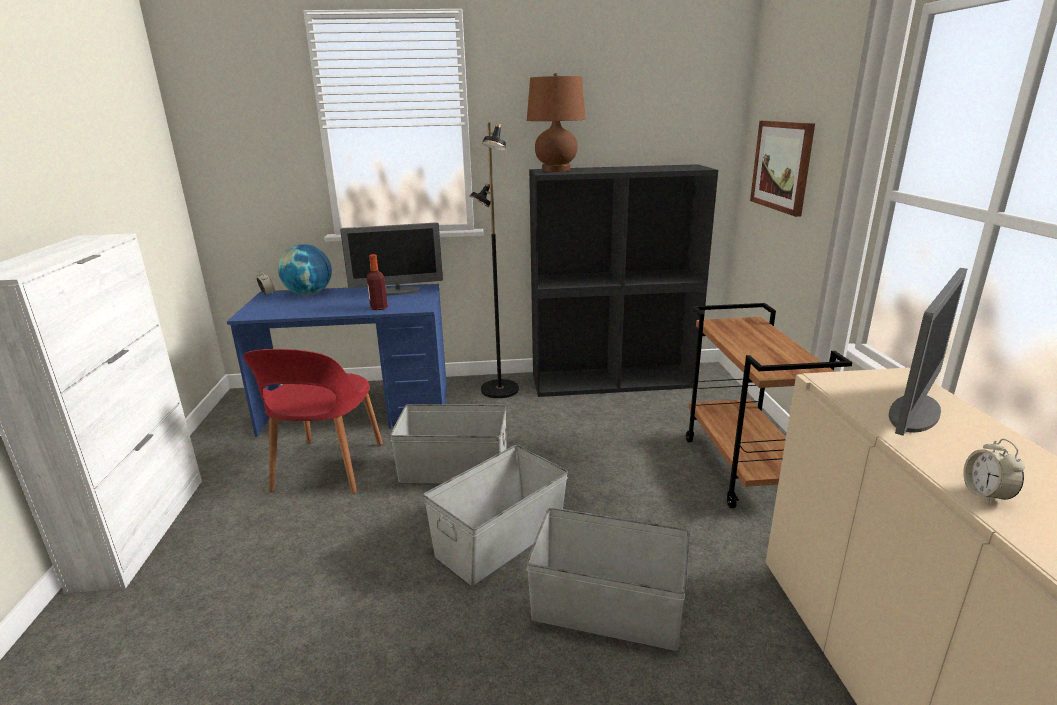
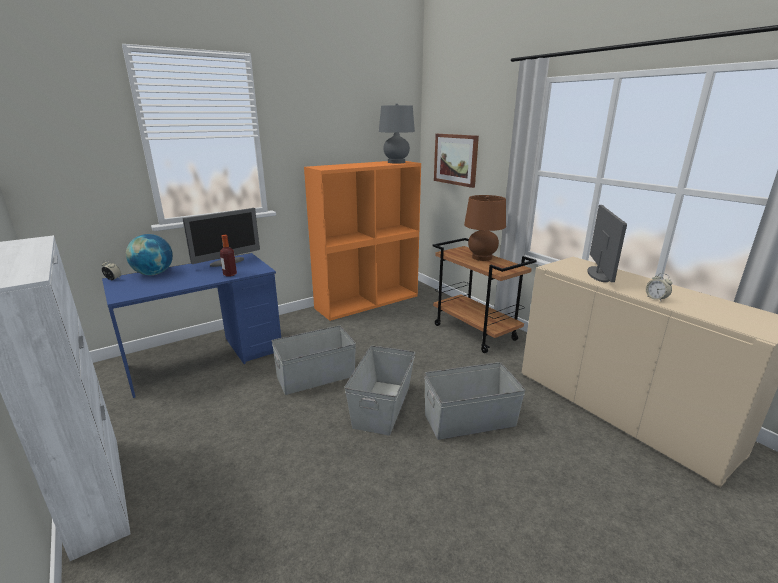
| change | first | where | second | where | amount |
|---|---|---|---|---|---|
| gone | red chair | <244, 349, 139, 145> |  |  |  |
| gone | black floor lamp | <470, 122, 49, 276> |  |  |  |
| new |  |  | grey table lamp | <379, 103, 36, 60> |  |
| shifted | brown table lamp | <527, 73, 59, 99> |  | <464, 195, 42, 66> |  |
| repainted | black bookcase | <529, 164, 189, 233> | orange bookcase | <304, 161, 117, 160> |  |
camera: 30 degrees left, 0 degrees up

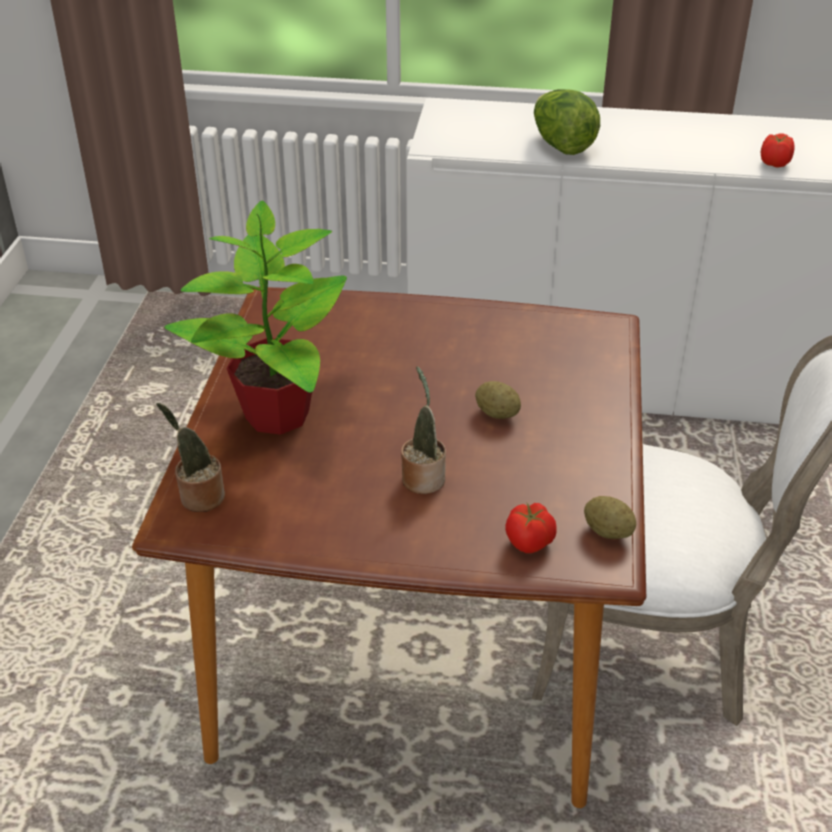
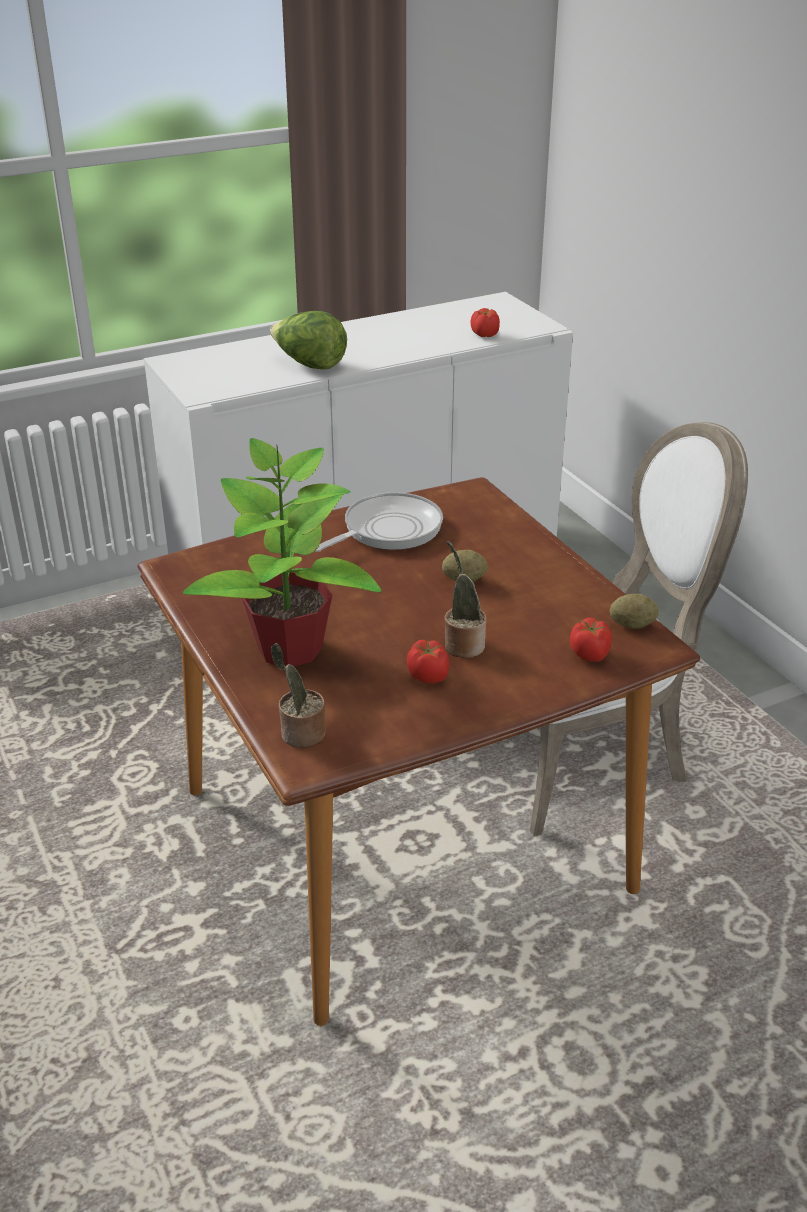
| change | first | where | second | where | amount |
|---|---|---|---|---|---|
| new |  |  | frying pan | <315, 492, 128, 60> |  |
| new |  |  | tomato | <407, 640, 42, 44> |  |
camera: 35 degrees left, 5 degrees down

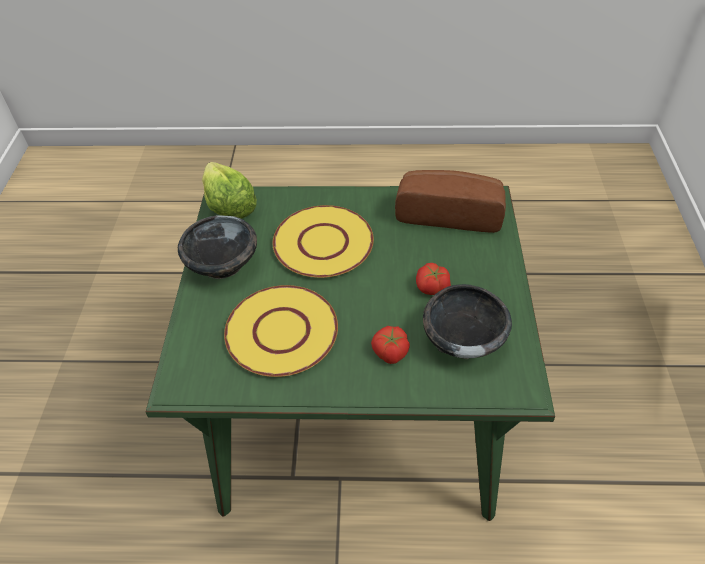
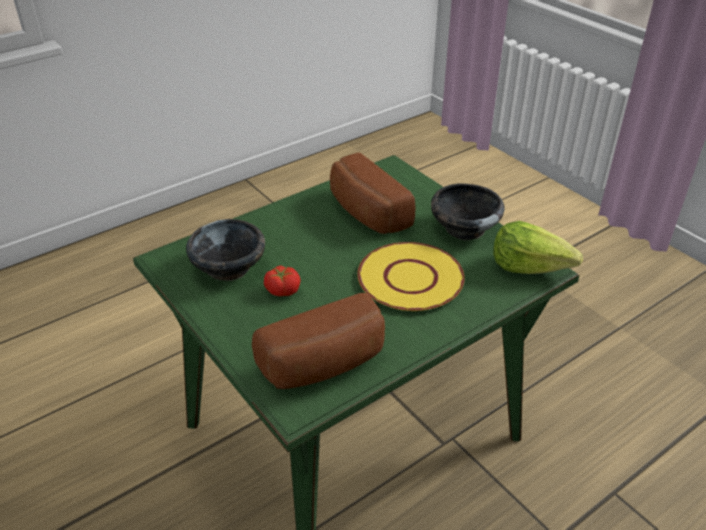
| change | first | where | second | where | amount |
|---|---|---|---|---|---|
| gone | tomato | <371, 326, 39, 38> |  |  |  |
| swapped | yellow plate | <224, 285, 114, 92> | bread | <330, 152, 86, 82> |  |
camera: 140 degrees right, 10 degrees down

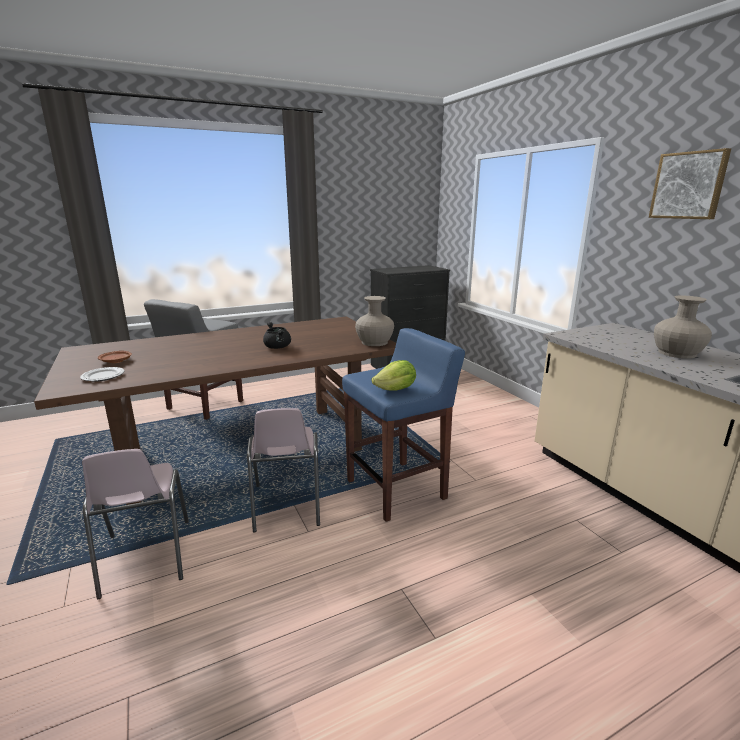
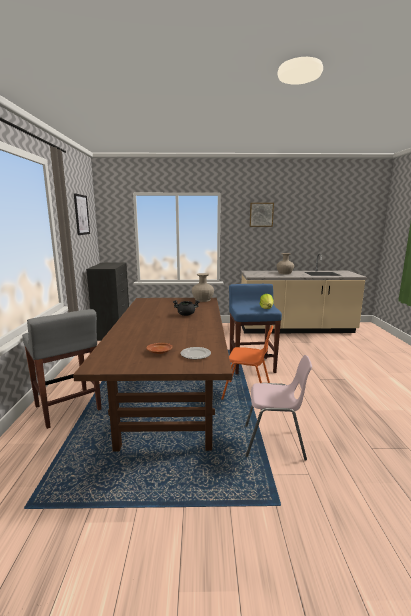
| change | first | where | second | where | amount |
|---|---|---|---|---|---|
| new |  |  | picture | <74, 193, 16, 42> |  |
| repainted | pink chair | <247, 408, 73, 124> | orange chair | <221, 325, 52, 75> |  |
camera: 65 degrees left, 5 degrees down

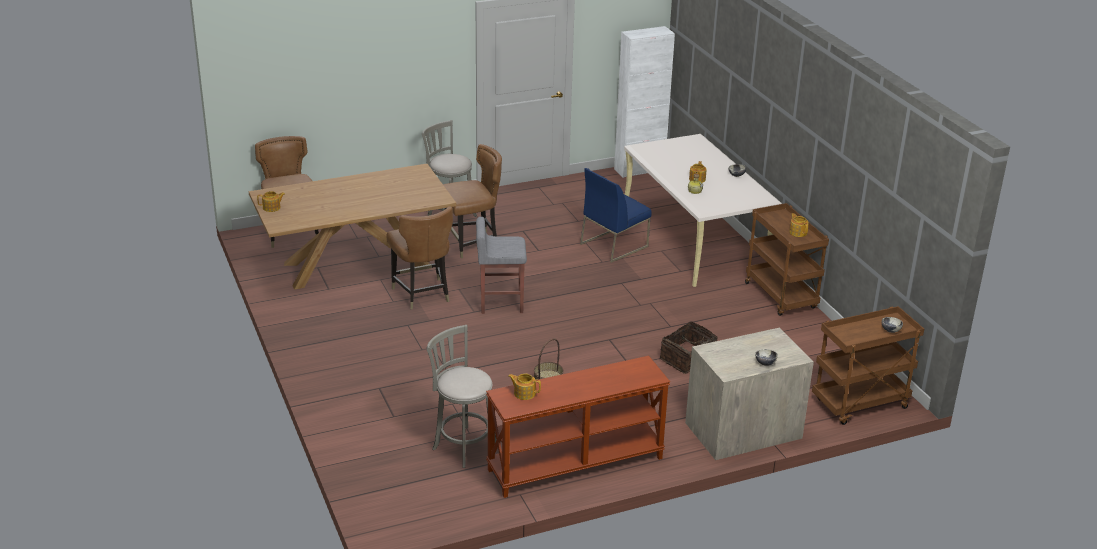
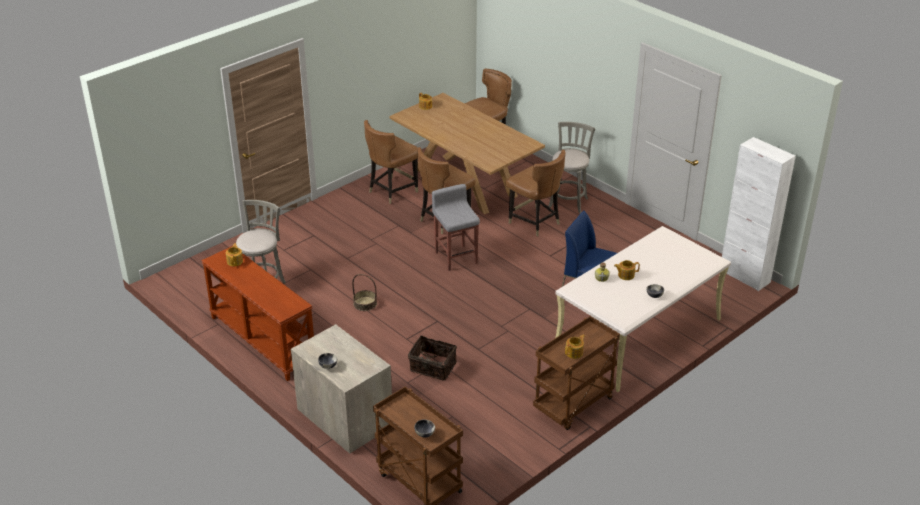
| change | first | where | second | where | amount |
|---|---|---|---|---|---|
| new |  |  | brown chair | <364, 120, 54, 84> |  |
camera: 70 degrees right, 5 degrees up

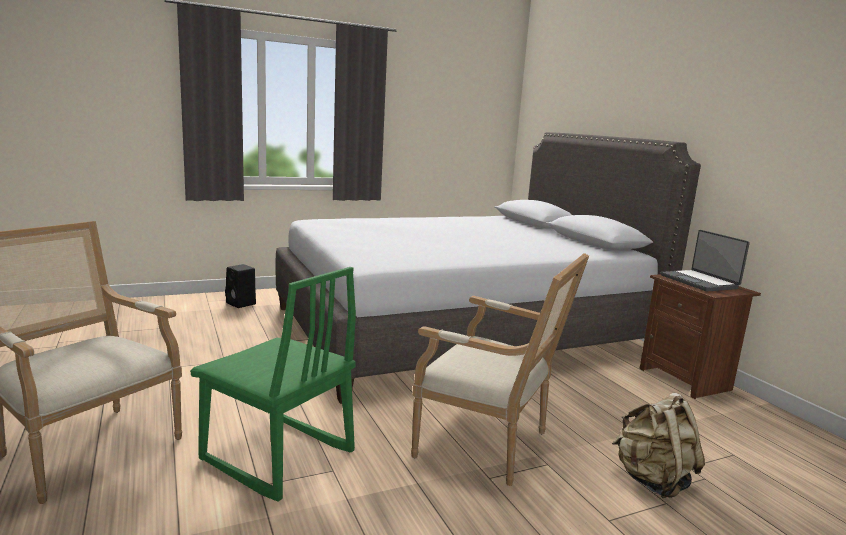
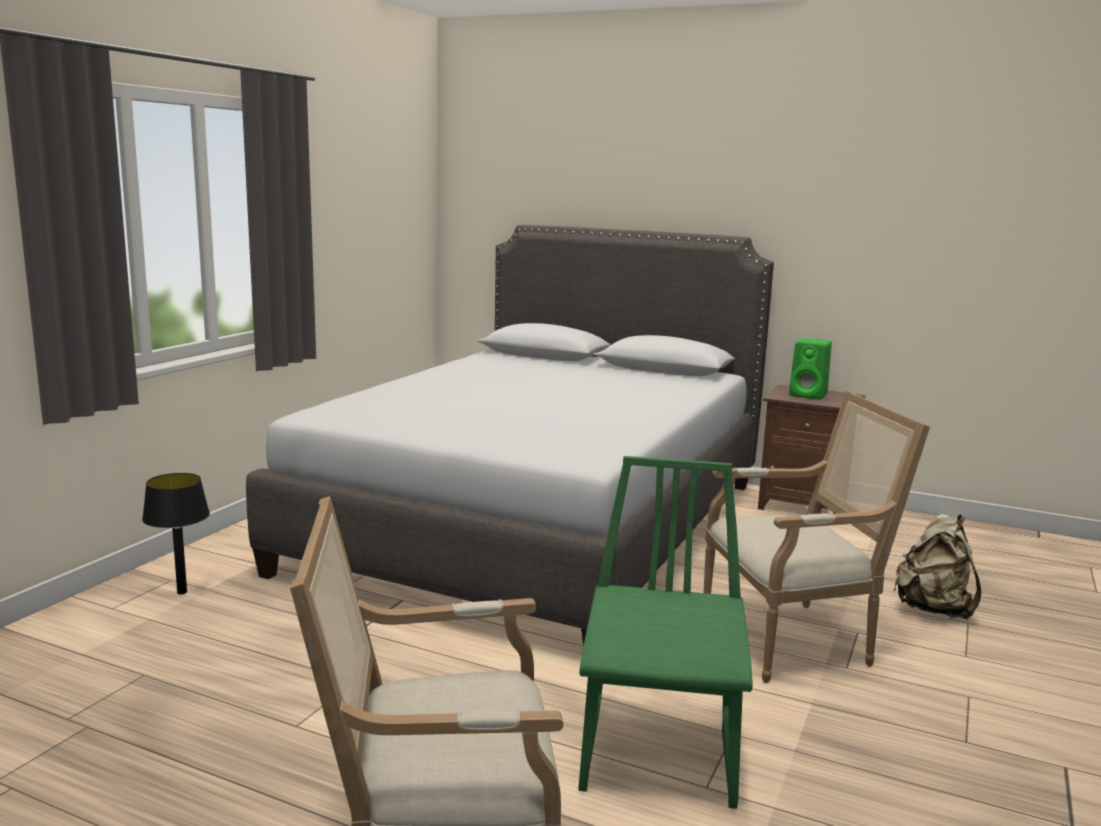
| change | first | where | second | where | amount |
|---|---|---|---|---|---|
| swapped | black speaker | <225, 264, 31, 44> | black table lamp | <142, 473, 68, 121> |  |
| swapped | laptop | <660, 230, 90, 62> | green speaker | <789, 338, 43, 61> |  |
| rotated | green chair | <190, 267, 166, 235> |  | <578, 456, 175, 353> | 75 degrees counterclockwise |
camera: 40 degrees left, 0 degrees up

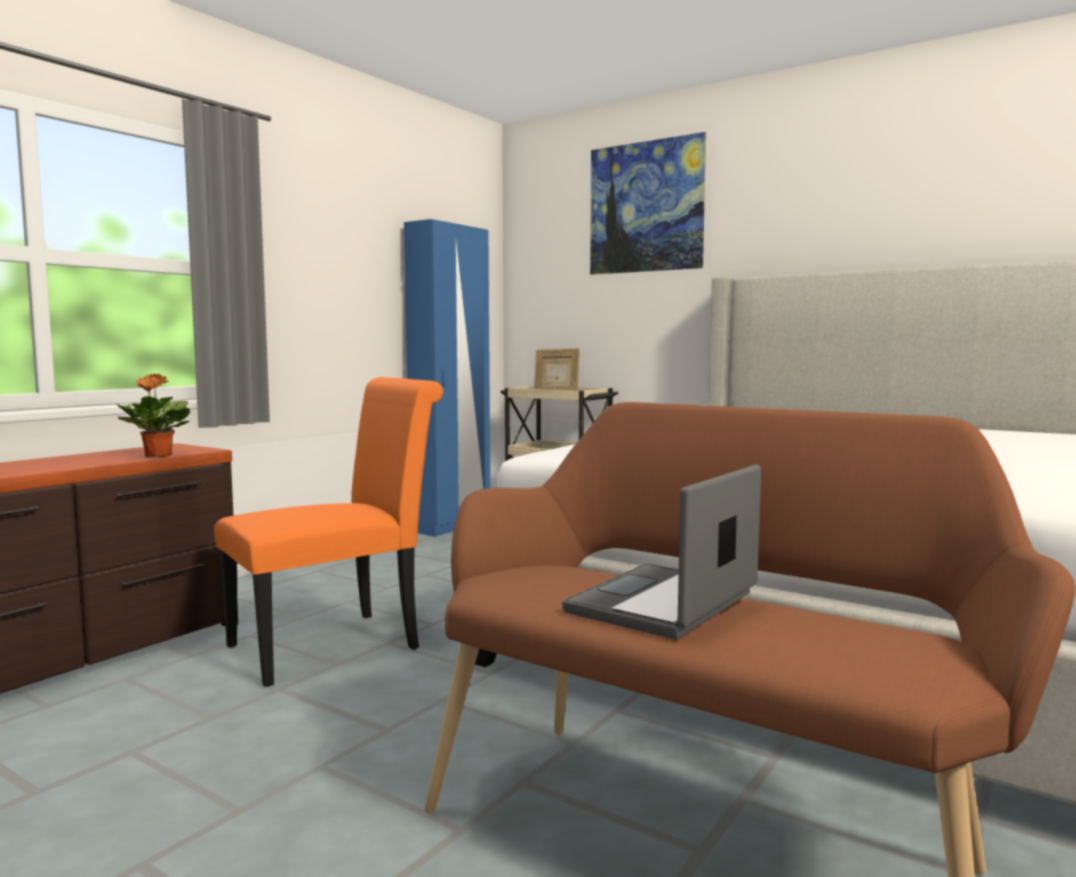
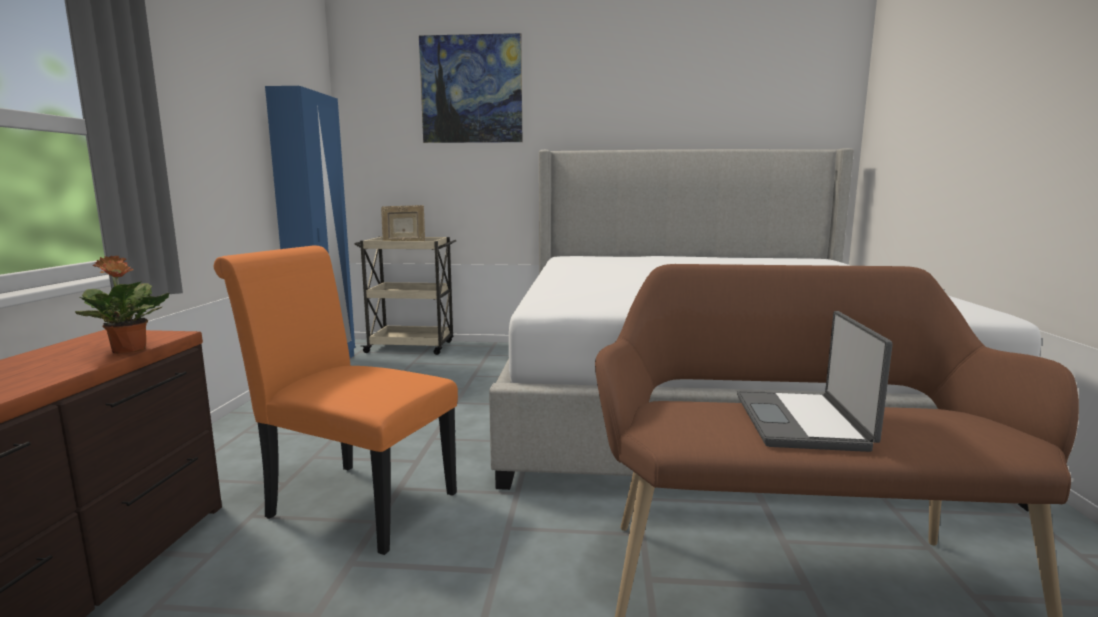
| change | first | where | second | where | amount |
|---|---|---|---|---|---|
| rotated | orange chair | <214, 377, 229, 310> |  | <214, 245, 244, 310> | 90 degrees counterclockwise |
camera: 30 degrees left, 5 degrees up

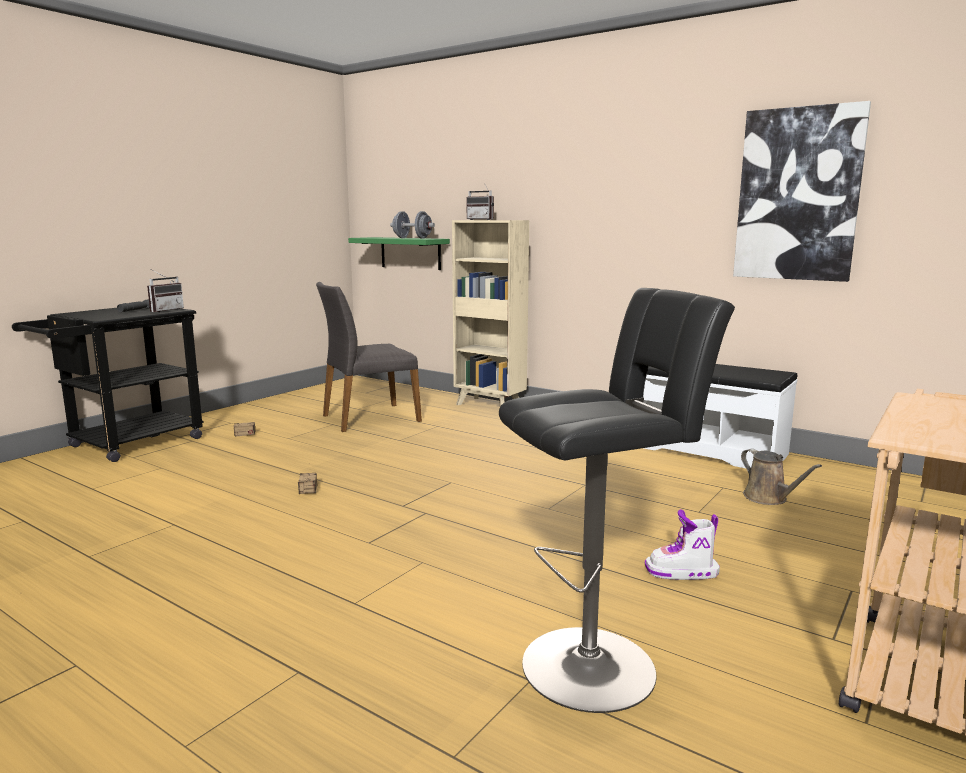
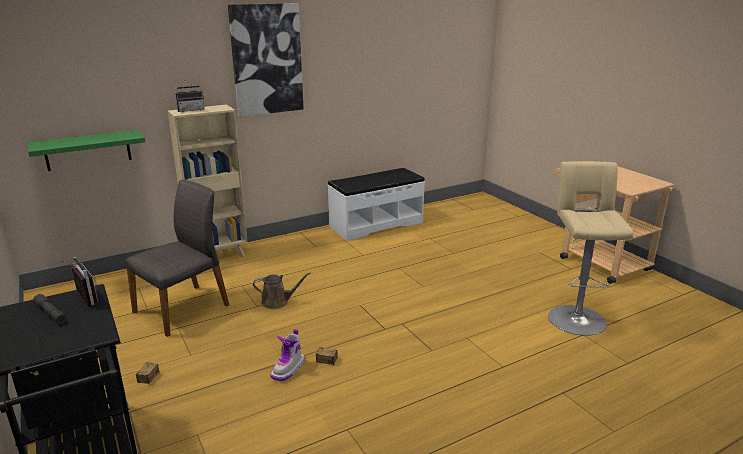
| change | first | where | second | where | amount |
|---|---|---|---|---|---|
| gone | grey dumbbell | <390, 211, 45, 28> |  |  |  |
| shifted | boot | <645, 509, 75, 71> |  | <270, 329, 35, 52> |  |
| shifted | picture | <733, 101, 138, 181> |  | <228, 3, 76, 114> |  |
| shifted | brown watering can | <741, 449, 81, 56> |  | <253, 272, 58, 37> |  |
| repainted | black stool | <499, 288, 236, 425> | beige stool | <548, 161, 85, 175> |  |
| rotated | grey chair | <316, 282, 106, 150> |  | <125, 180, 104, 157> | 135 degrees counterclockwise |
camera: 65 degrees left, 10 degrees up

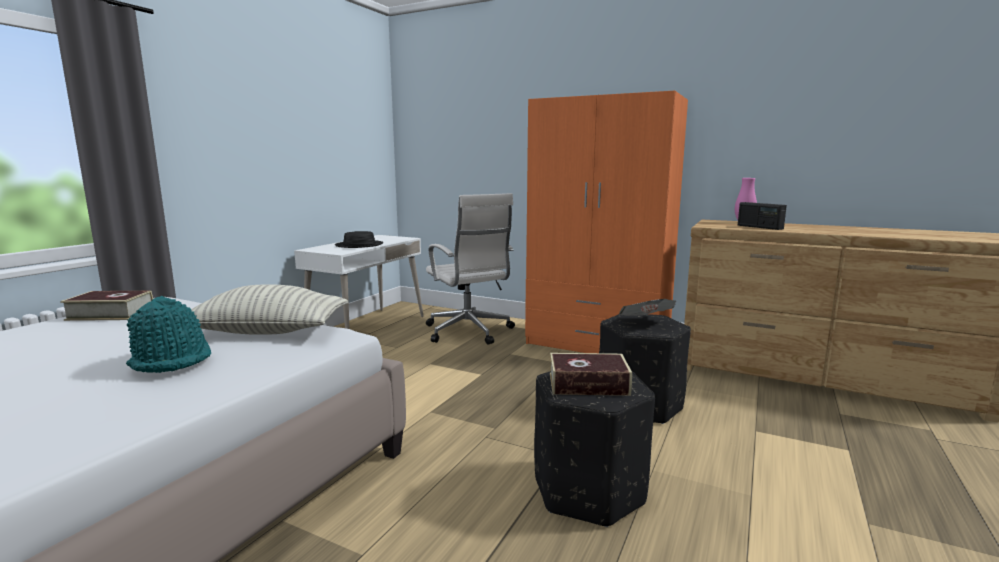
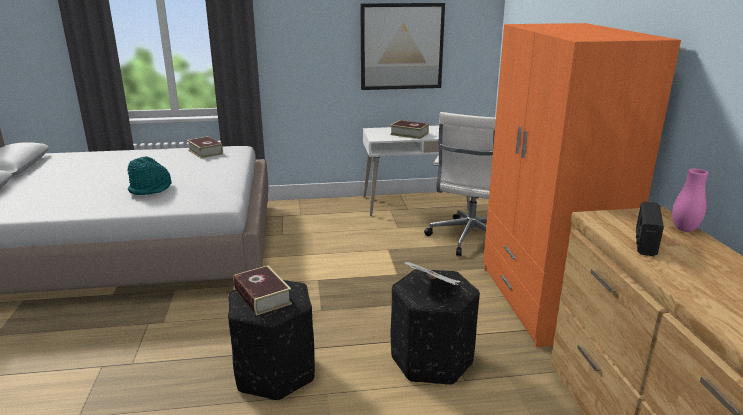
| change | first | where | second | where | amount |
|---|---|---|---|---|---|
| gone | pillow | <191, 284, 158, 51> |  |  |  |
| new |  |  | picture | <360, 3, 85, 87> |  |
| swapped | black hat | <335, 231, 48, 17> | book | <390, 120, 39, 19> |  |
camera: 55 degrees right, 10 degrees up

